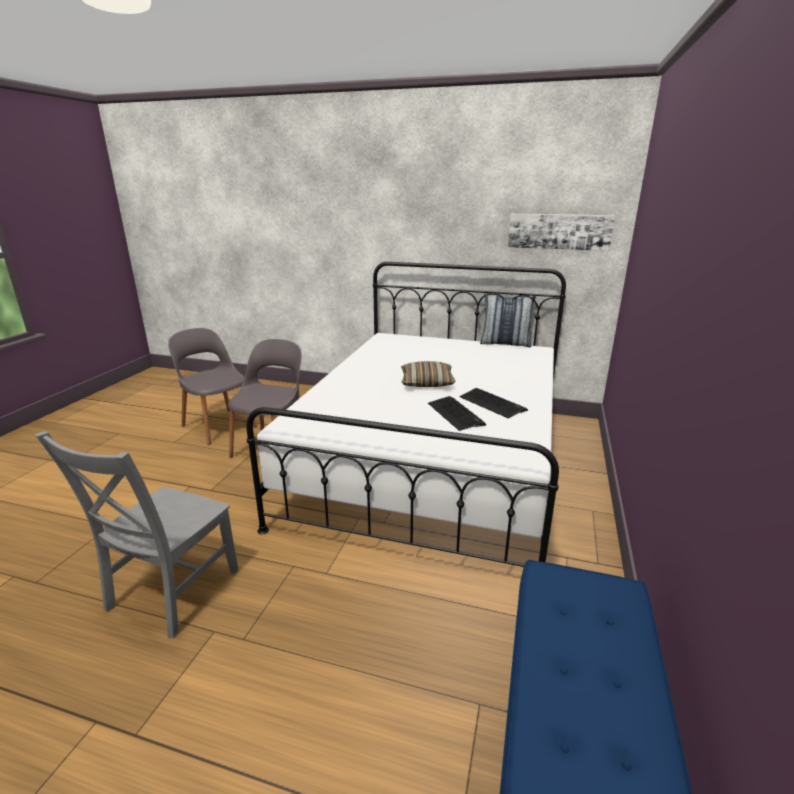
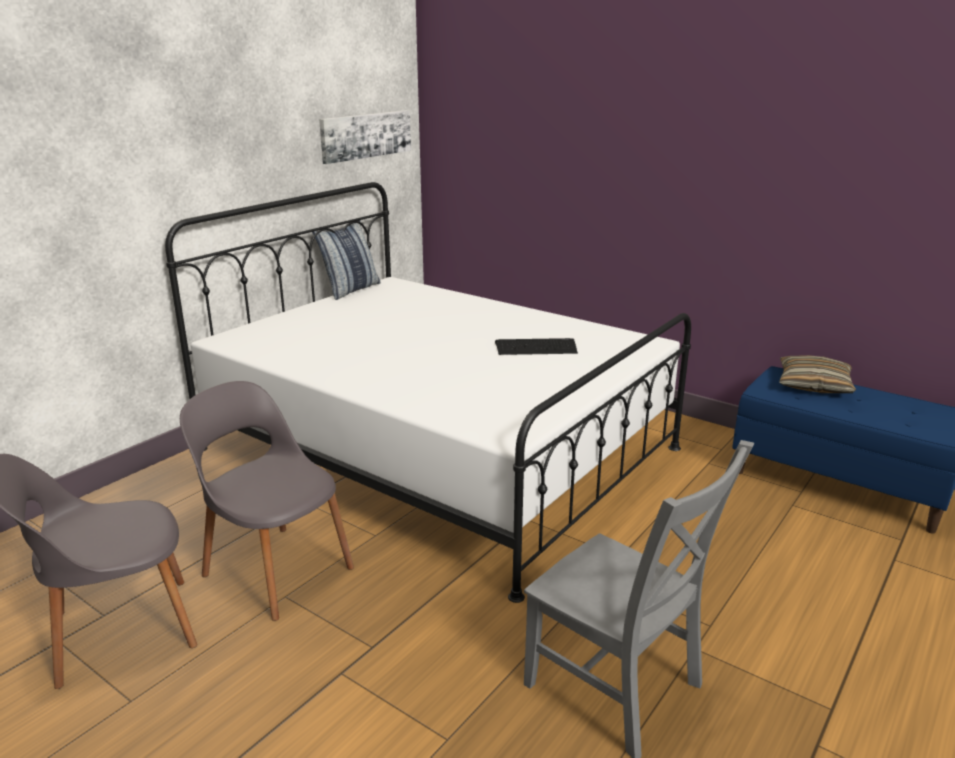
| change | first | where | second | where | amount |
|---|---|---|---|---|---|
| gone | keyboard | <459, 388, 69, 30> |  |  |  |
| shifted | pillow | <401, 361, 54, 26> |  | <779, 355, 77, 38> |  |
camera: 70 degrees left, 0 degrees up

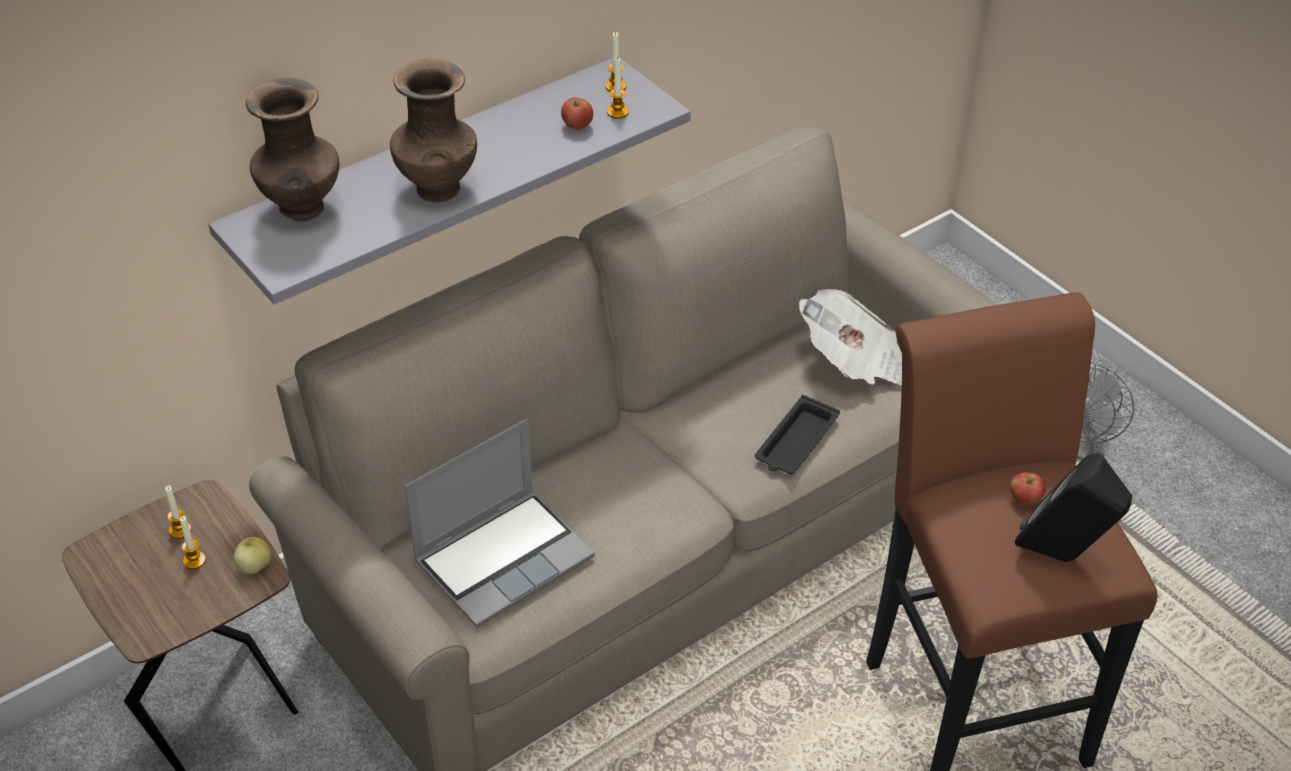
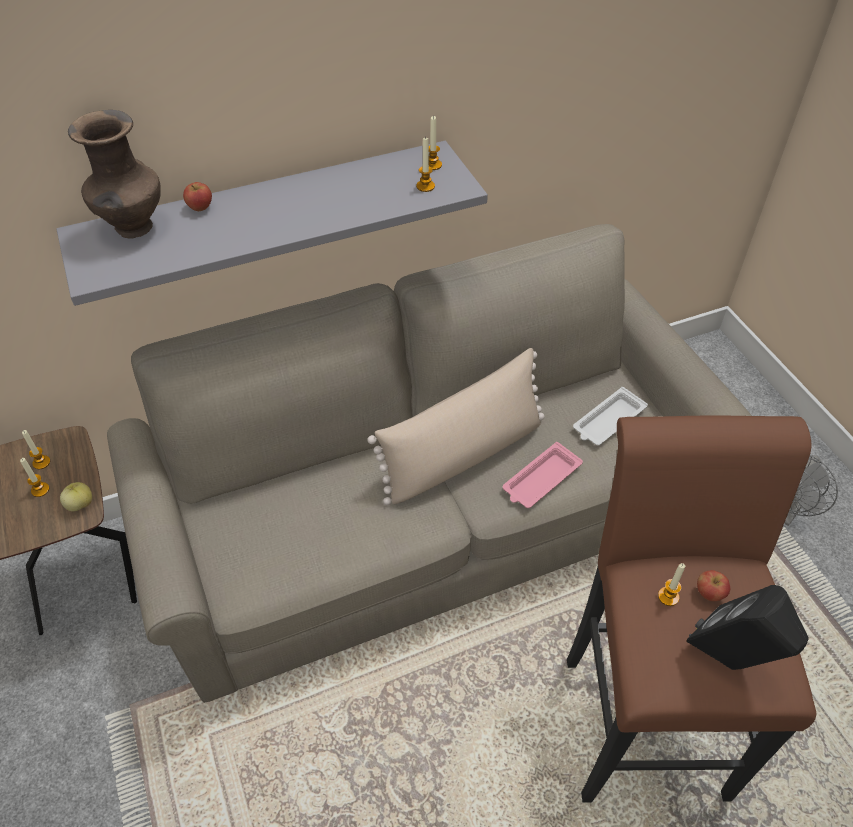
| change | first | where | second | where | amount |
|---|---|---|---|---|---|
| gone | brown vase | <390, 58, 87, 145> |  |  |  |
| gone | laptop | <405, 418, 190, 210> |  |  |  |
| new |  |  | beige pillow | <367, 348, 178, 157> |  |
| new |  |  | candle | <658, 563, 27, 43> |  |
| shifted | apple | <561, 97, 32, 33> |  | <183, 182, 29, 29> |  |
| swapped | newspaper | <799, 289, 103, 96> | white tray | <573, 387, 75, 59> |  |
| repainted | black tray | <755, 395, 85, 79> | pink tray | <503, 442, 80, 66> |  |
camera: 15 degrees right, 5 degrees up

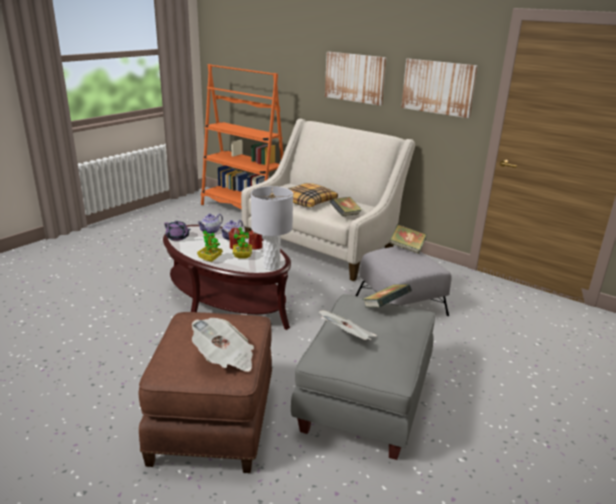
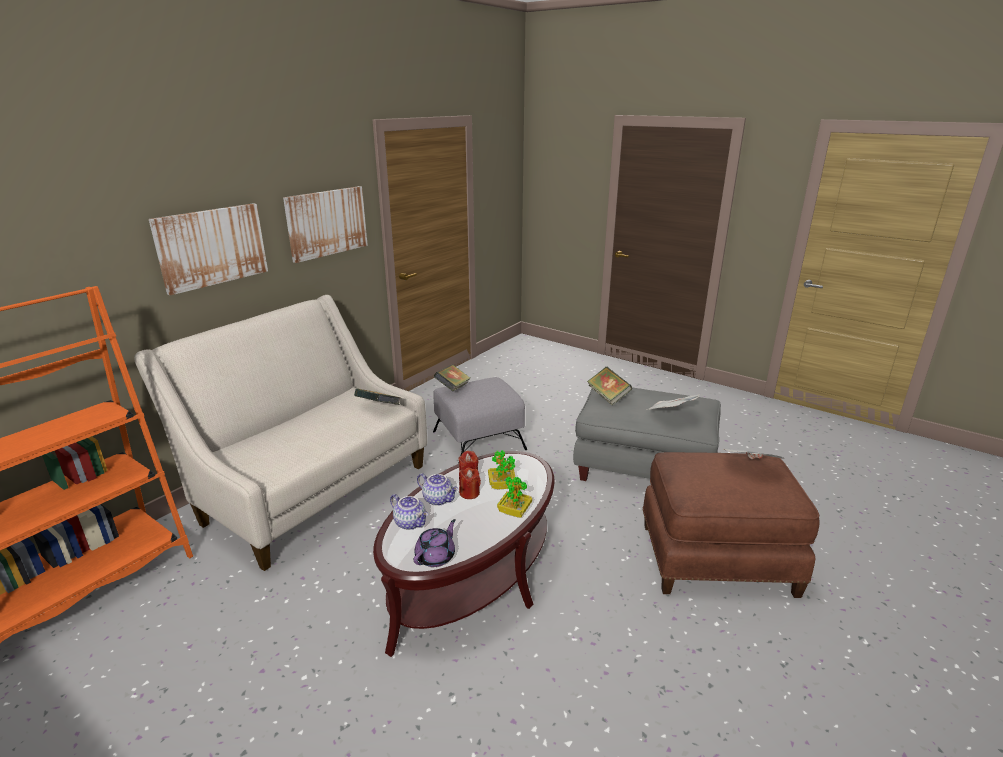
| change | first | where | second | where | amount |
|---|---|---|---|---|---|
| gone | grey table lamp | <251, 186, 42, 84> |  |  |  |
| gone | pillow | <288, 183, 50, 24> |  |  |  |
camera: 90 degrees left, 0 degrees up

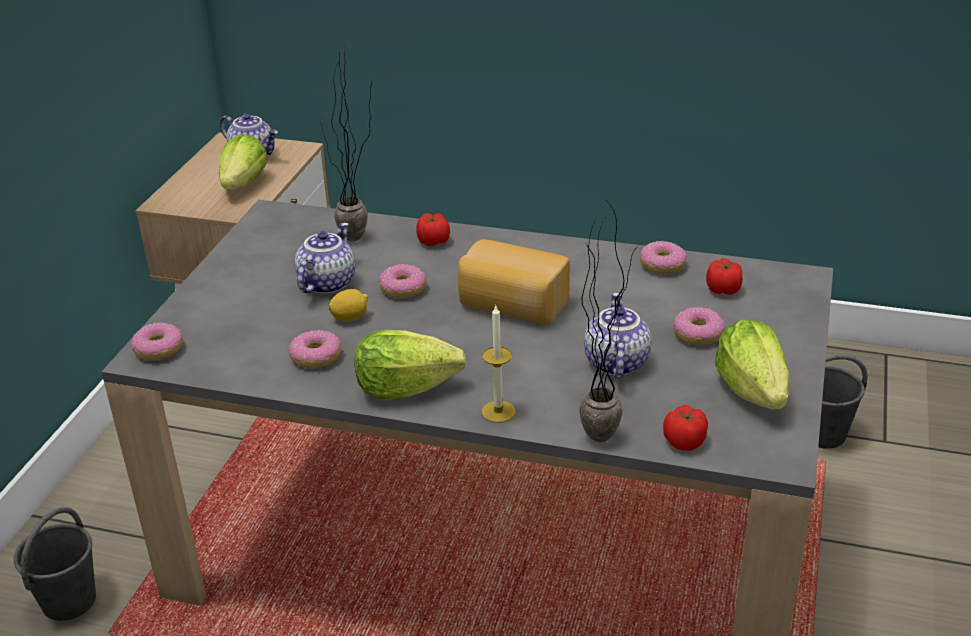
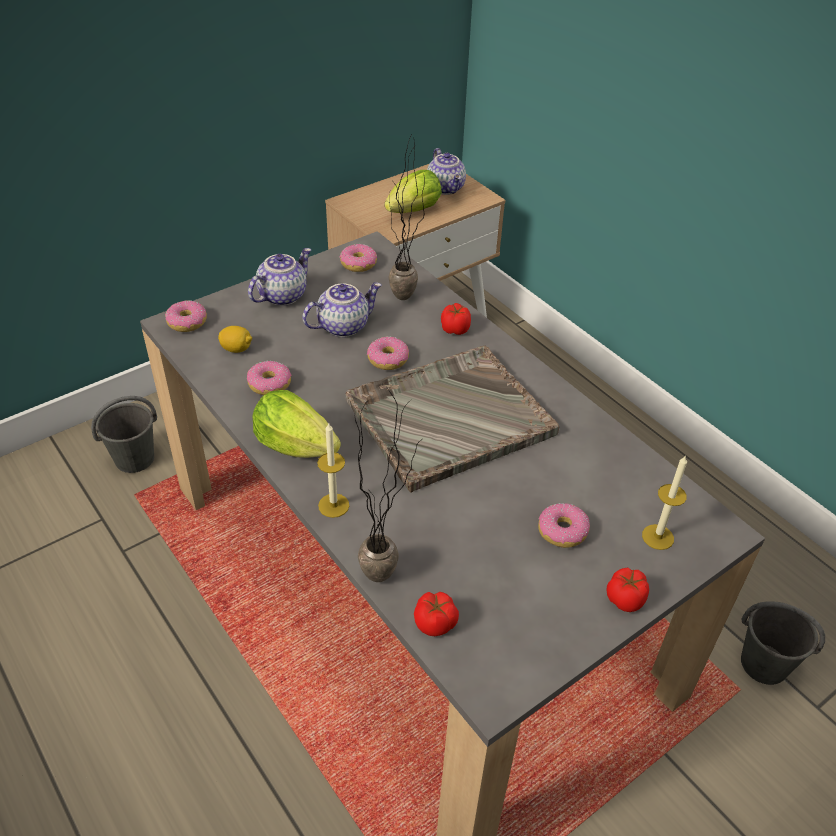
| change | first | where | second | where | amount |
|---|---|---|---|---|---|
| gone | lettuce | <715, 320, 75, 90> |  |  |  |
| new |  |  | candle | <642, 455, 45, 95> |  |
| shifted | lemon | <329, 289, 39, 33> |  | <218, 326, 34, 27> |  |
| shifted | teapot | <584, 292, 68, 86> |  | <248, 248, 64, 58> |  |
| shifted | donut | <640, 241, 47, 33> |  | <339, 244, 38, 28> |  |
| shifted | tomato | <706, 258, 37, 37> |  | <607, 568, 42, 44> |  |
| swapped | bread | <458, 239, 112, 85> | grey tray | <345, 346, 214, 147> |  |
camera: 35 degrees right, 10 degrees up

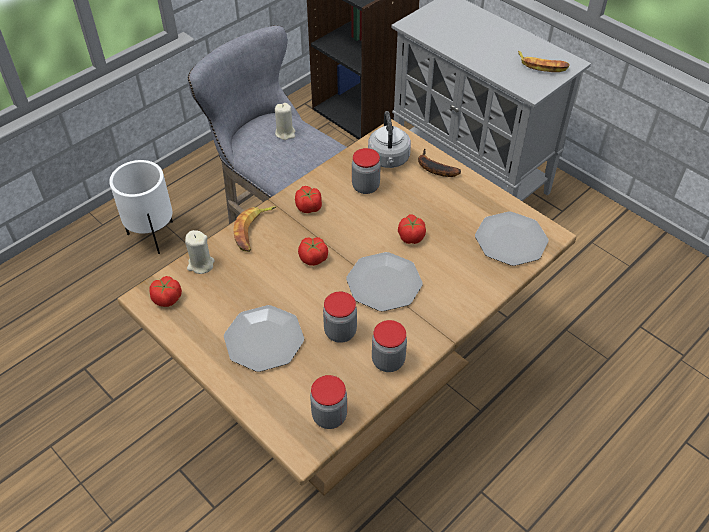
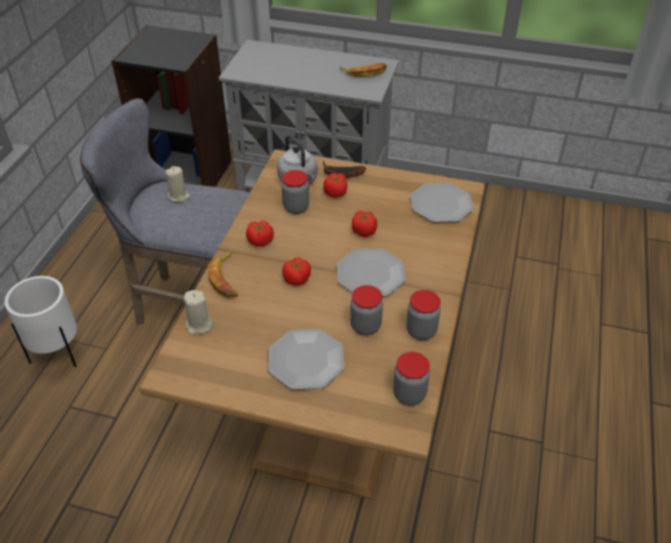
| change | first | where | second | where | amount |
|---|---|---|---|---|---|
| shifted | tomato | <149, 276, 33, 31> |  | <323, 173, 24, 25> |  |
camera: 30 degrees left, 5 degrees down

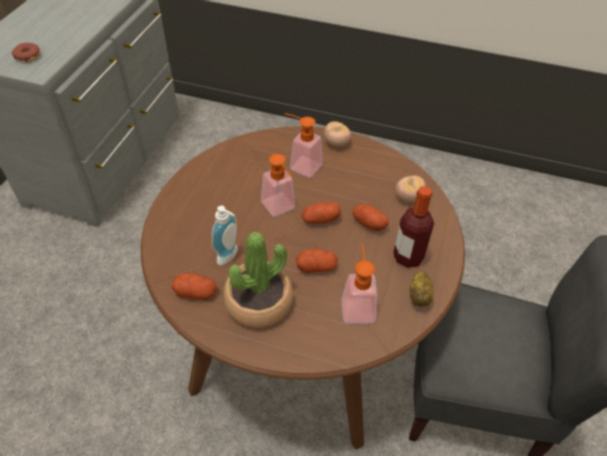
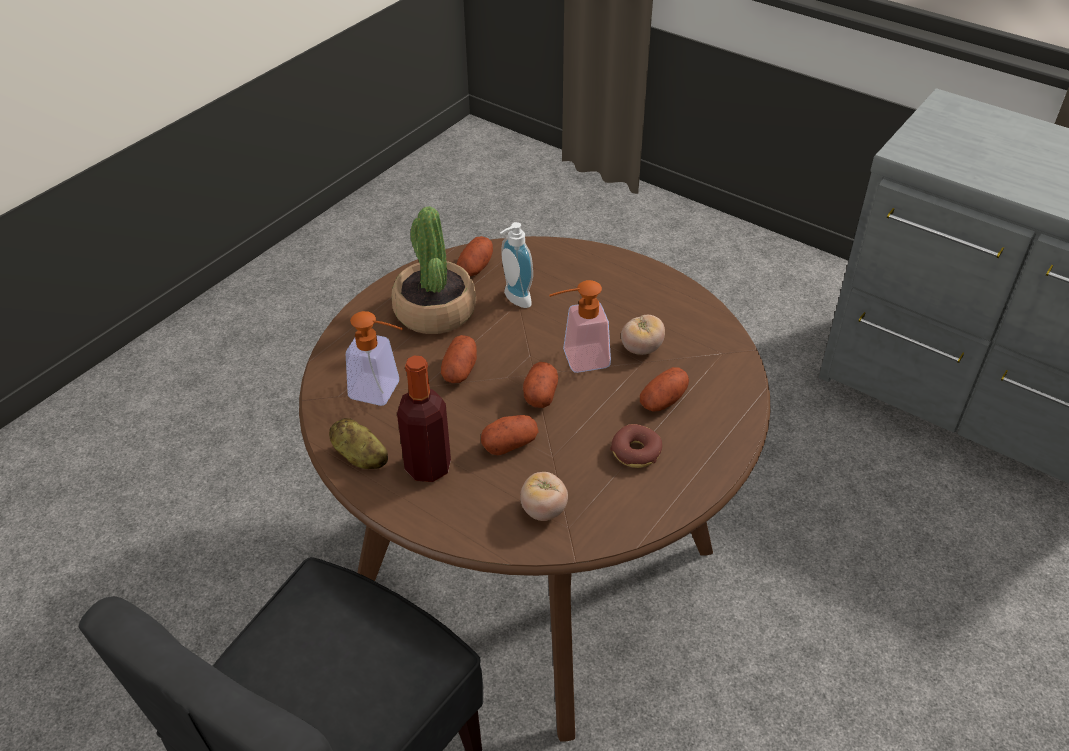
| change | first | where | second | where | amount |
|---|---|---|---|---|---|
| shifted | donut | <12, 43, 28, 19> |  | <610, 424, 52, 44> |  |
| shifted | tomato | <324, 122, 27, 25> |  | <621, 315, 44, 40> |  |
| swapped | soap dispenser | <285, 113, 38, 65> | potato | <640, 367, 49, 45> |  |
camera: 110 degrees right, 5 degrees down

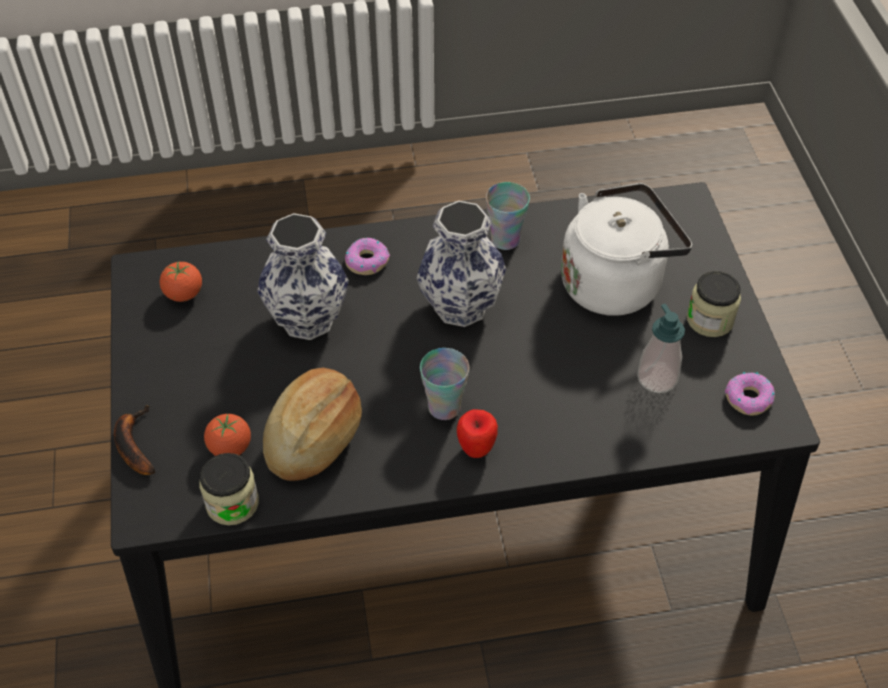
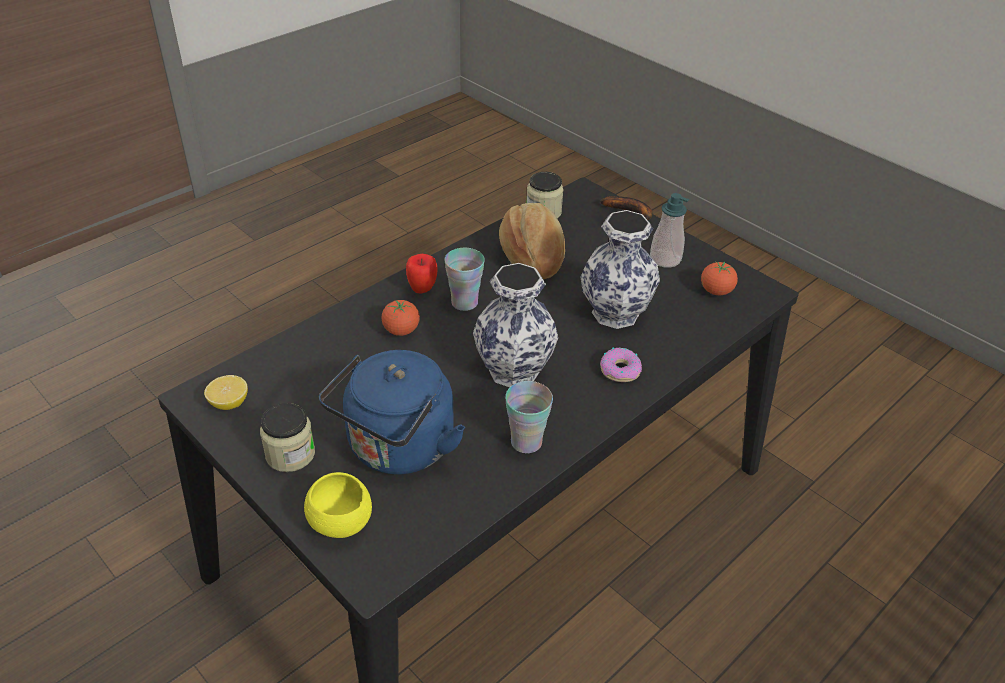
| change | first | where | second | where | amount |
|---|---|---|---|---|---|
| new |  |  | yellow bowl | <304, 472, 68, 66> |  |
| shifted | tomato | <204, 414, 47, 42> |  | <382, 300, 38, 36> |  |
| shifted | soap dispenser | <637, 304, 48, 89> |  | <650, 193, 39, 75> |  |
| swapped | donut | <725, 372, 50, 43> | lemon | <204, 375, 44, 35> |  |
| repainted | white kettle | <561, 183, 131, 133> | blue kettle | <319, 350, 146, 124> |  |
camera: 145 degrees right, 10 degrees down

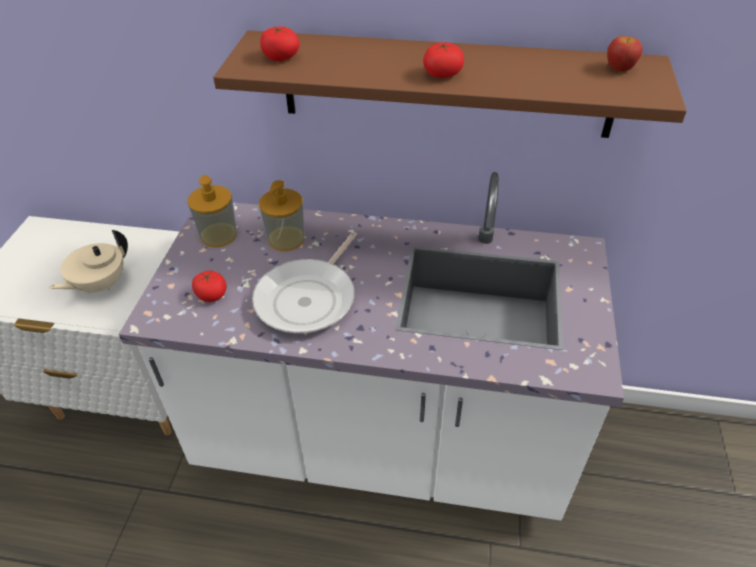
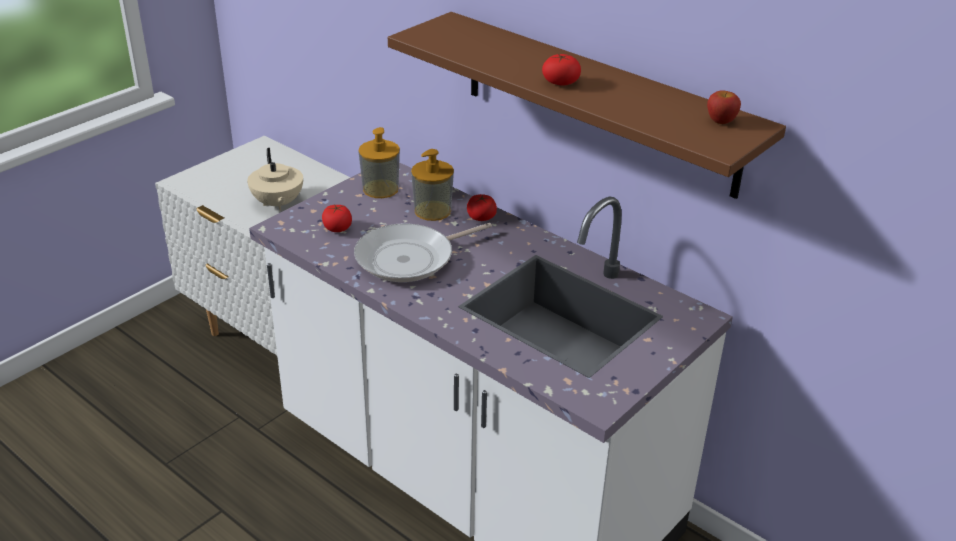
| change | first | where | second | where | amount |
|---|---|---|---|---|---|
| shifted | tomato | <260, 26, 40, 35> |  | <467, 194, 30, 27> |  |
| rotated | beige teapot | <49, 230, 79, 63> |  | <247, 148, 56, 63> | 90 degrees counterclockwise |
camera: 30 degrees right, 10 degrees down

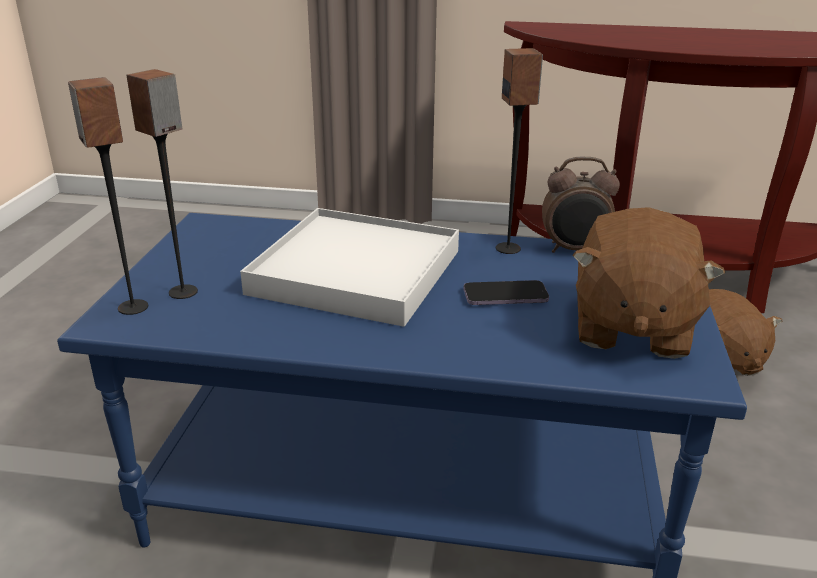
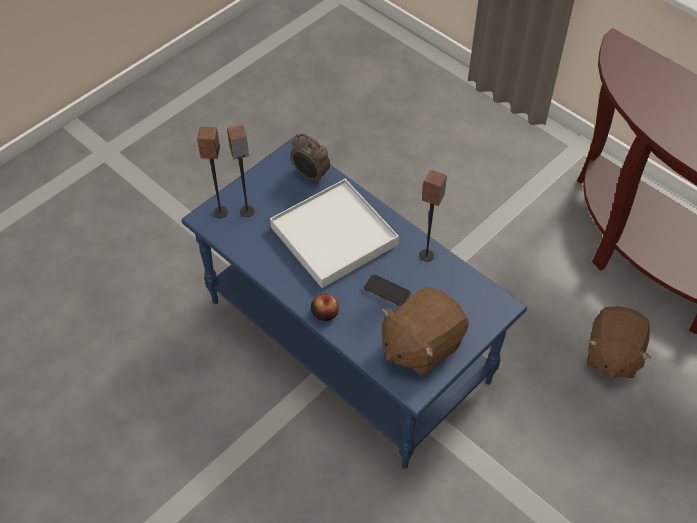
| change | first | where | second | where | amount |
|---|---|---|---|---|---|
| new |  |  | apple | <311, 294, 28, 27> |  |
| shifted | alarm clock | <542, 157, 78, 96> |  | <290, 133, 40, 51> |  |
camera: 35 degrees right, 25 degrees up

